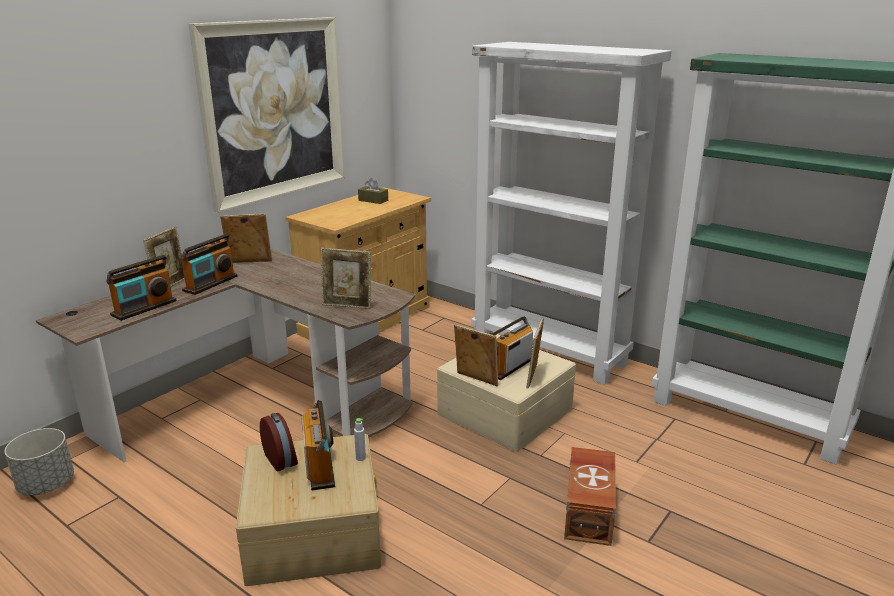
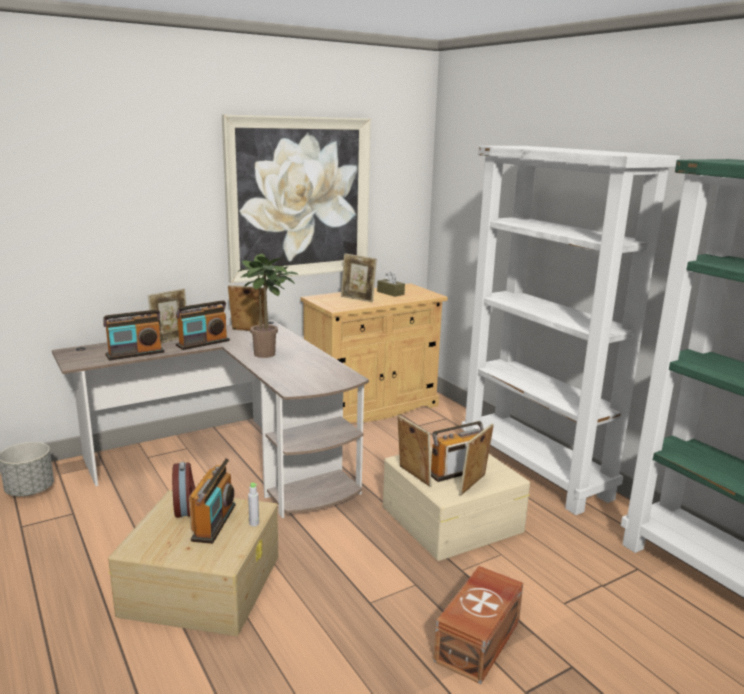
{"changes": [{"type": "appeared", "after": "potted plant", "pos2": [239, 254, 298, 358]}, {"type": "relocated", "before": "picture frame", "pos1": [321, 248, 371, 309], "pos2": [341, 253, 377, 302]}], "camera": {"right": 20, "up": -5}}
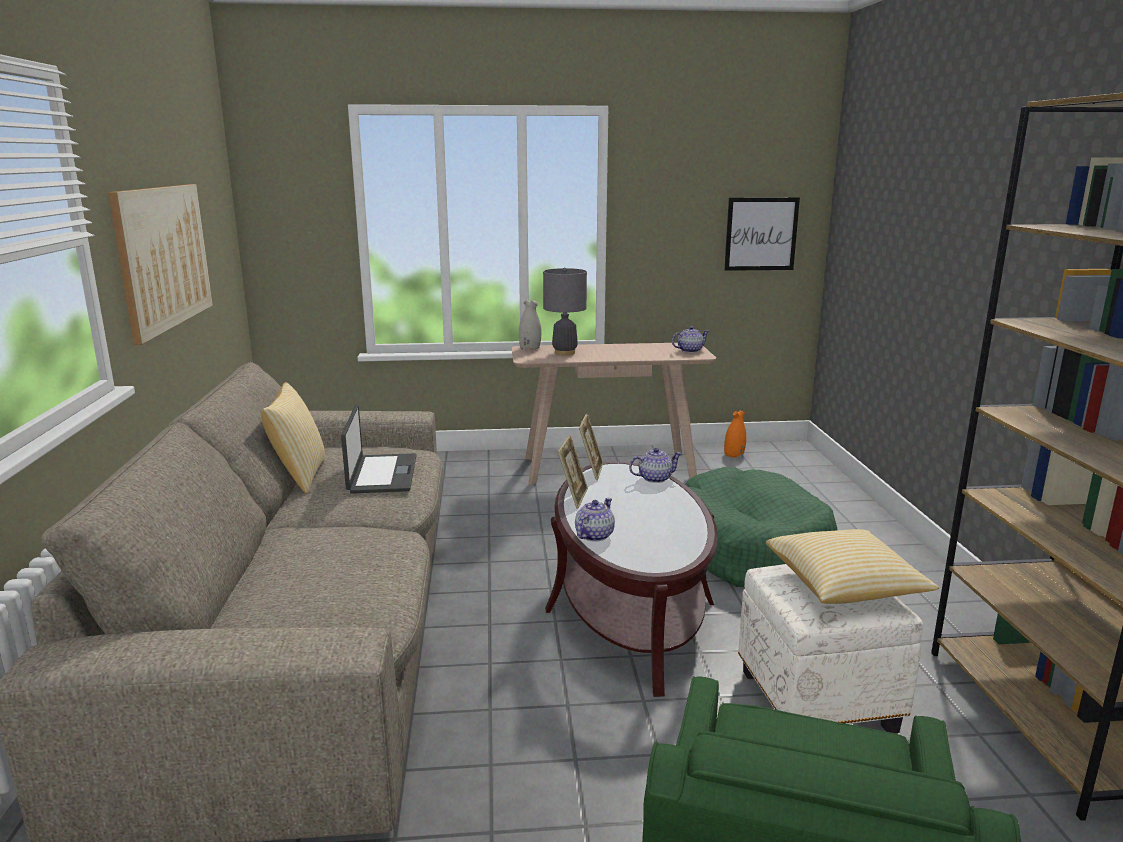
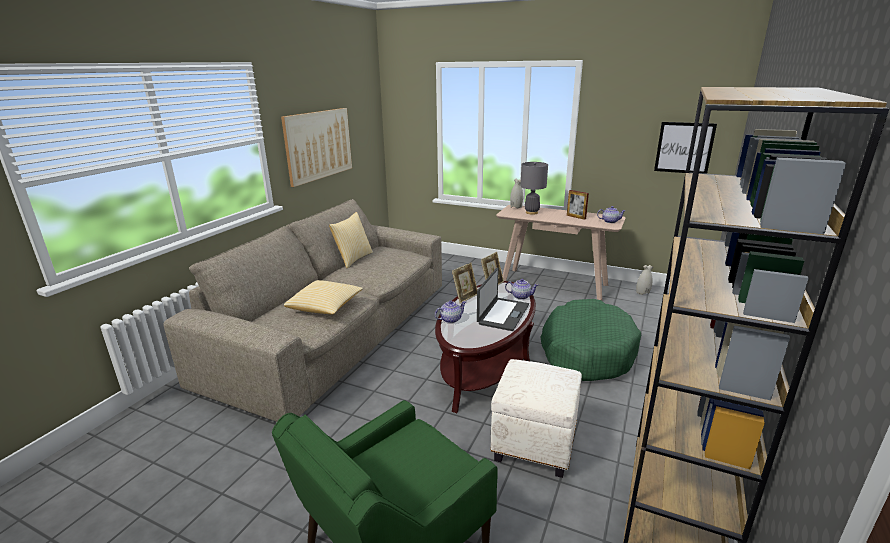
{"changes": [{"type": "relocated", "before": "pillow", "pos1": [766, 529, 939, 604], "pos2": [284, 280, 363, 314]}, {"type": "relocated", "before": "laptop", "pos1": [341, 405, 417, 494], "pos2": [477, 268, 529, 331]}, {"type": "appeared", "after": "picture frame", "pos2": [567, 190, 589, 220]}, {"type": "colour", "before": "vase (orange)", "after": "vase (white)", "pos1": [724, 411, 746, 458], "pos2": [636, 265, 653, 295]}], "camera": {"right": 30, "up": 5}}
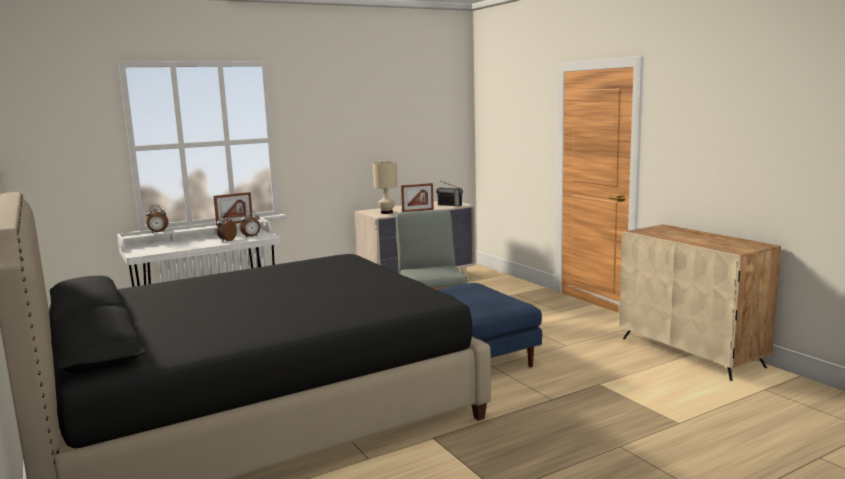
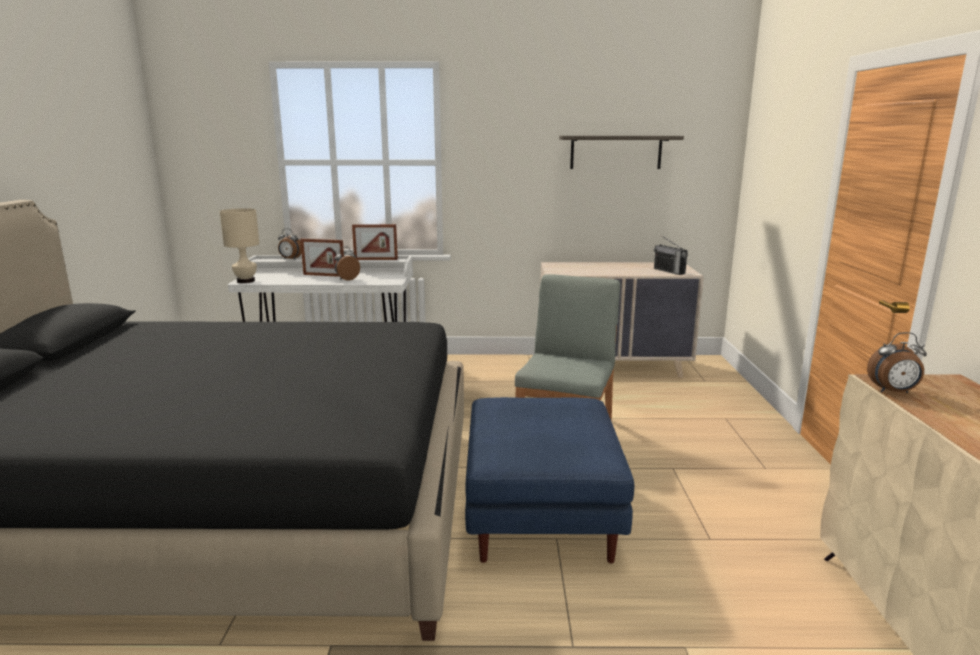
{"changes": [{"type": "relocated", "before": "table lamp (beige)", "pos1": [373, 162, 398, 214], "pos2": [220, 208, 259, 283]}, {"type": "relocated", "before": "picture frame", "pos1": [401, 183, 434, 212], "pos2": [300, 238, 344, 277]}, {"type": "appeared", "after": "shelf", "pos2": [559, 136, 684, 169]}, {"type": "relocated", "before": "alarm clock", "pos1": [240, 210, 260, 238], "pos2": [867, 332, 927, 393]}], "camera": {"right": 30, "up": 5}}
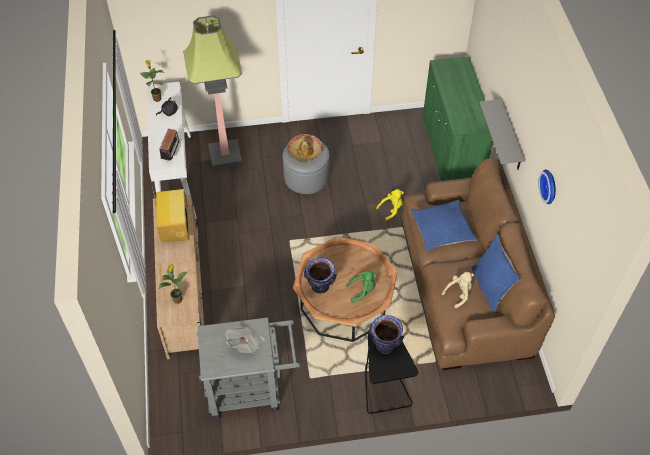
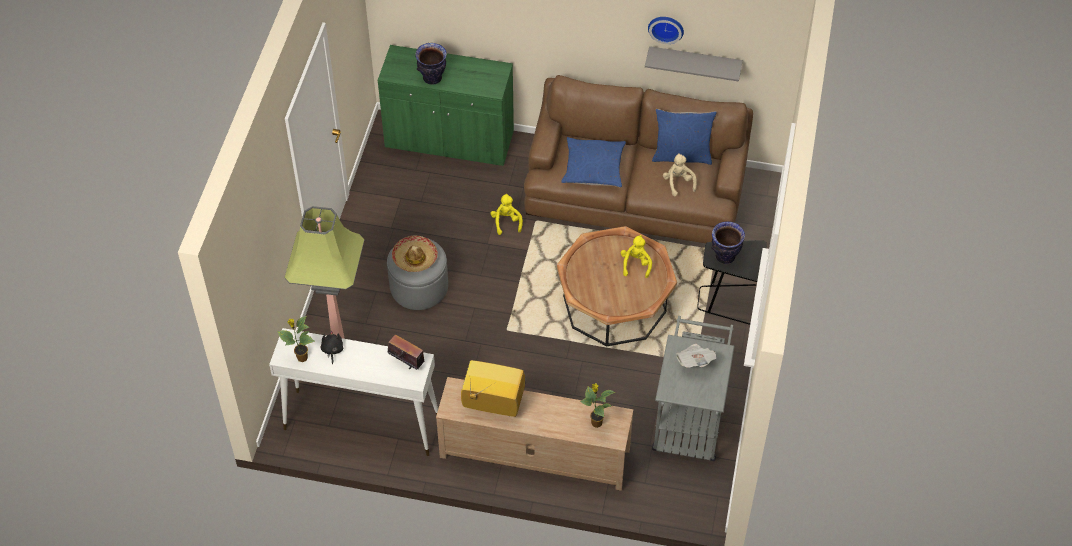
{"changes": [{"type": "relocated", "before": "vase", "pos1": [304, 257, 337, 294], "pos2": [415, 43, 447, 85]}, {"type": "colour", "before": "plush toy (green)", "after": "plush toy (yellow)", "pos1": [346, 271, 377, 303], "pos2": [621, 235, 652, 278]}, {"type": "relocated", "before": "shelf (grey)", "pos1": [480, 99, 526, 170], "pos2": [645, 46, 743, 82]}], "camera": {"right": -70, "up": 0}}
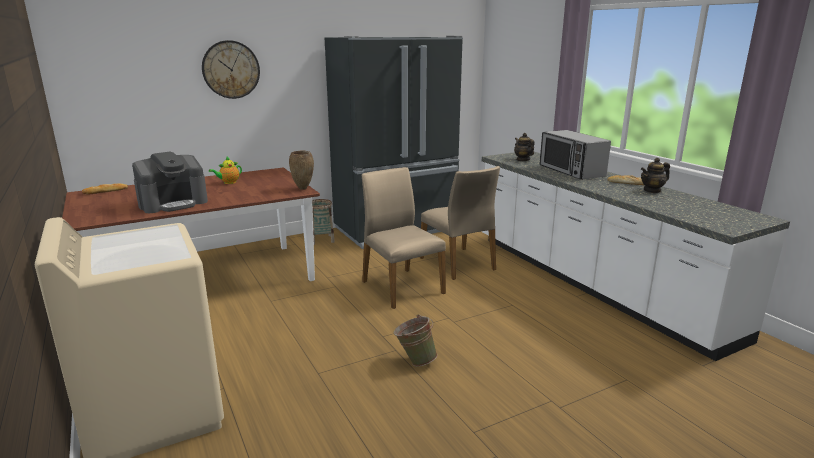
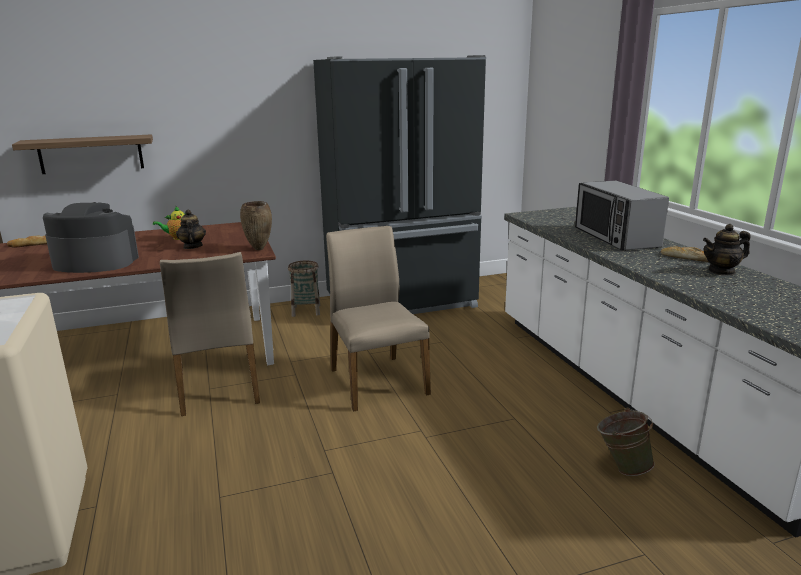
{"changes": [{"type": "appeared", "after": "shelf", "pos2": [12, 134, 153, 174]}, {"type": "spun", "before": "coffee machine", "pos1": [132, 152, 208, 213], "pos2": [43, 202, 139, 273], "turn": -150}, {"type": "relocated", "before": "chair (beige)", "pos1": [420, 166, 500, 280], "pos2": [160, 252, 260, 416]}, {"type": "relocated", "before": "teapot", "pos1": [514, 133, 535, 161], "pos2": [176, 210, 206, 249]}, {"type": "relocated", "before": "bucket (green)", "pos1": [394, 314, 437, 367], "pos2": [597, 407, 655, 476]}, {"type": "missing", "before": "wall clock", "pos1": [202, 40, 260, 99]}], "camera": {"right": 10, "up": 0}}
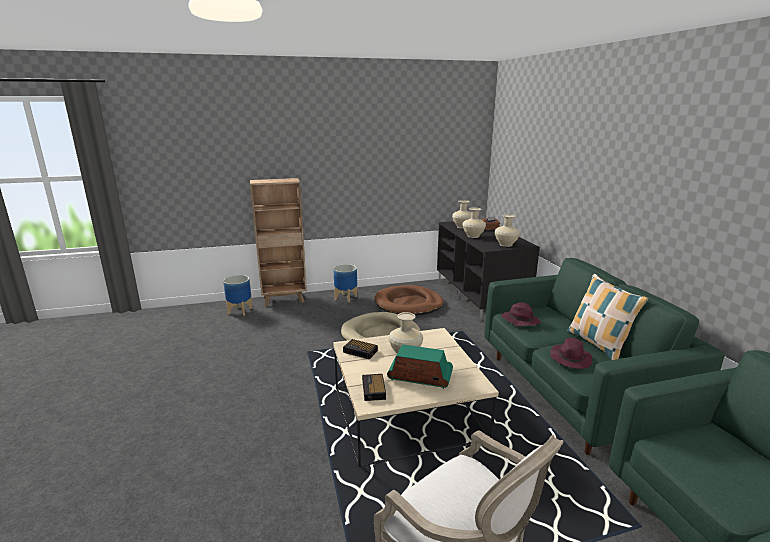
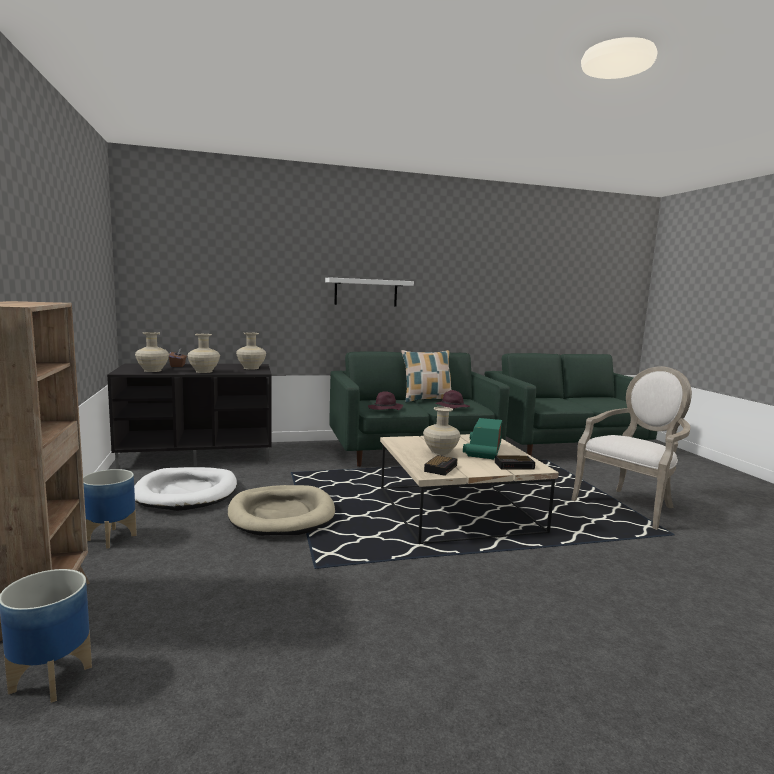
{"changes": [{"type": "colour", "before": "dog bed (brown)", "after": "dog bed (white)", "pos1": [375, 285, 444, 316], "pos2": [134, 467, 237, 511]}, {"type": "appeared", "after": "shelf (white)", "pos2": [325, 277, 414, 307]}], "camera": {"right": -90, "up": -10}}
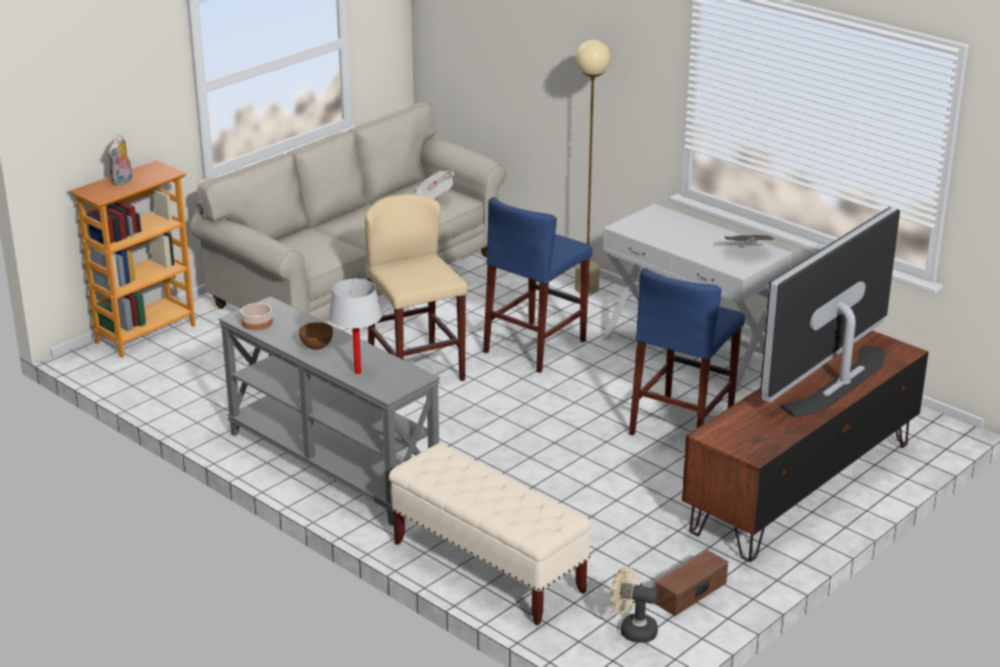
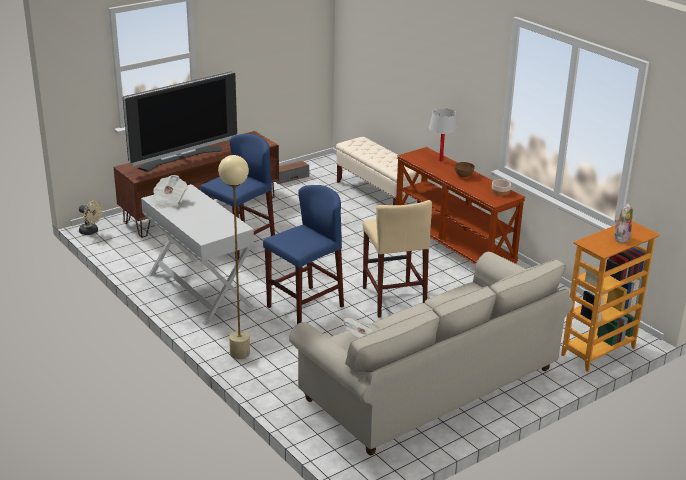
{"changes": [{"type": "relocated", "before": "fan (beige)", "pos1": [610, 566, 658, 643], "pos2": [79, 201, 103, 235]}, {"type": "colour", "before": "console table (grey)", "after": "console table (brown)", "pos1": [218, 296, 440, 526], "pos2": [396, 147, 526, 265]}], "camera": {"right": -170, "up": 0}}
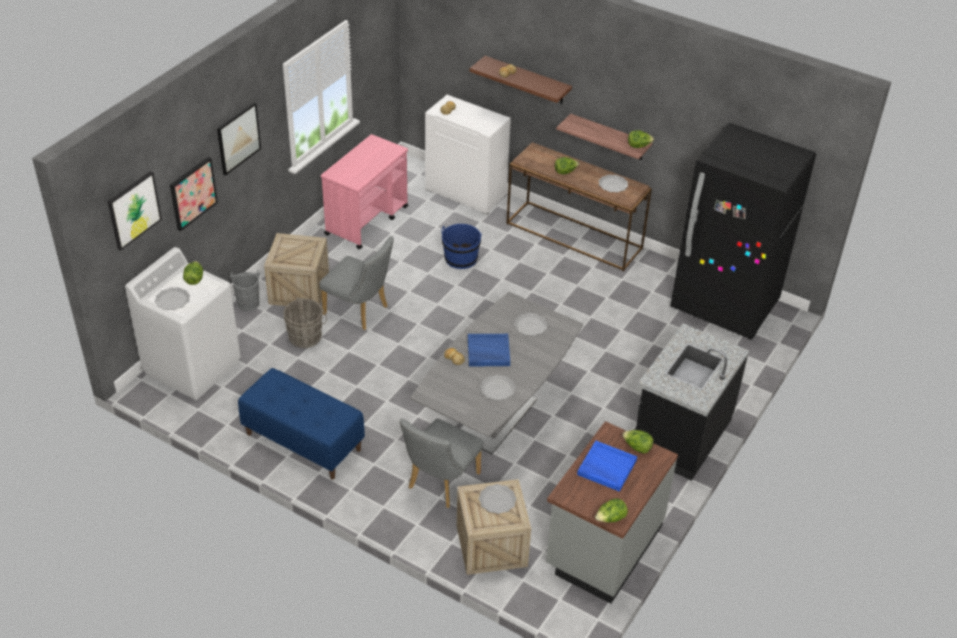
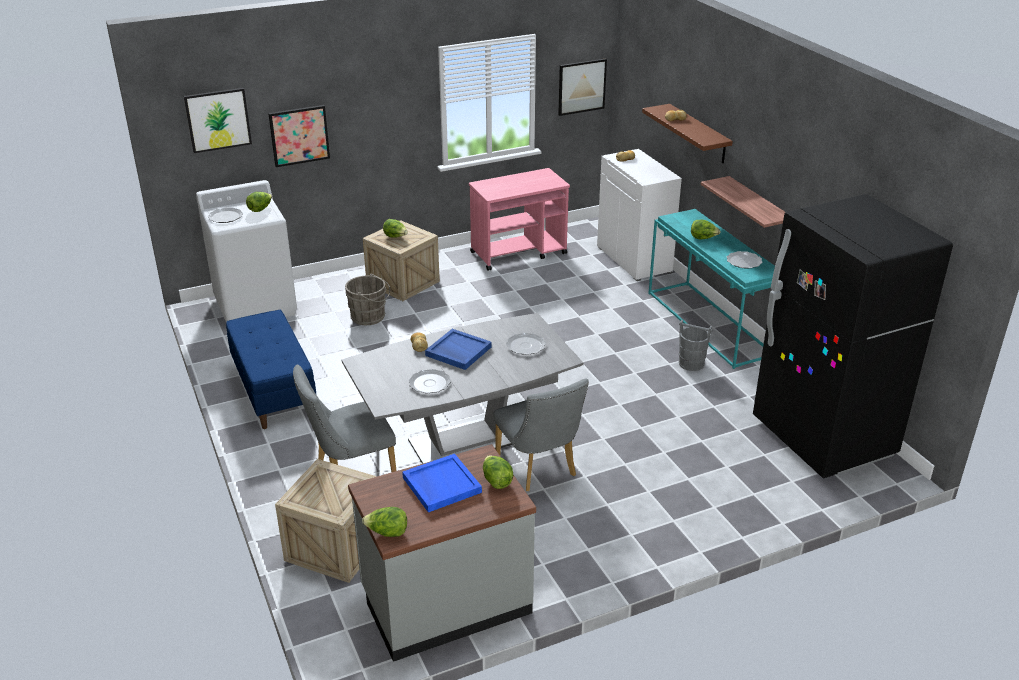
{"changes": [{"type": "relocated", "before": "lettuce", "pos1": [628, 130, 654, 148], "pos2": [383, 219, 408, 238]}, {"type": "relocated", "before": "chair (grey)", "pos1": [319, 236, 394, 330], "pos2": [493, 379, 589, 491]}, {"type": "relocated", "before": "picture", "pos1": [217, 102, 261, 176], "pos2": [558, 58, 607, 116]}, {"type": "colour", "before": "console table (brown)", "after": "console table (turquoise)", "pos1": [506, 142, 652, 271], "pos2": [648, 209, 775, 369]}, {"type": "relocated", "before": "bucket (grey)", "pos1": [230, 270, 260, 311], "pos2": [679, 320, 712, 371]}, {"type": "missing", "before": "bucket (blue)", "pos1": [441, 224, 482, 269]}, {"type": "missing", "before": "plate", "pos1": [479, 484, 517, 514]}, {"type": "missing", "before": "counter (black)", "pos1": [636, 323, 749, 481]}], "camera": {"right": 35, "up": -10}}
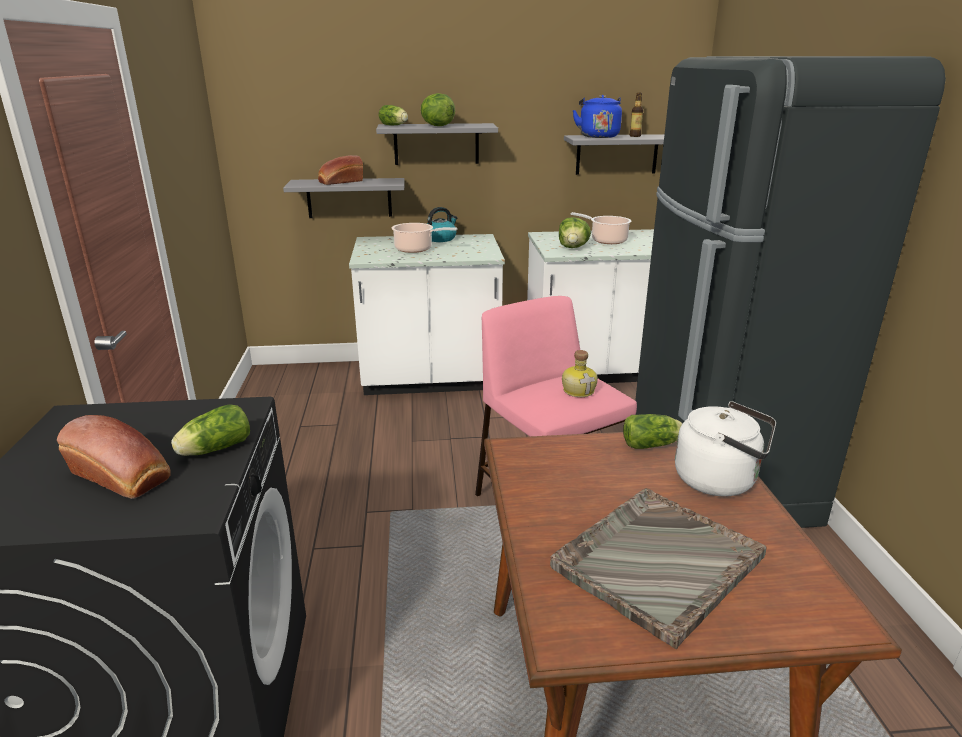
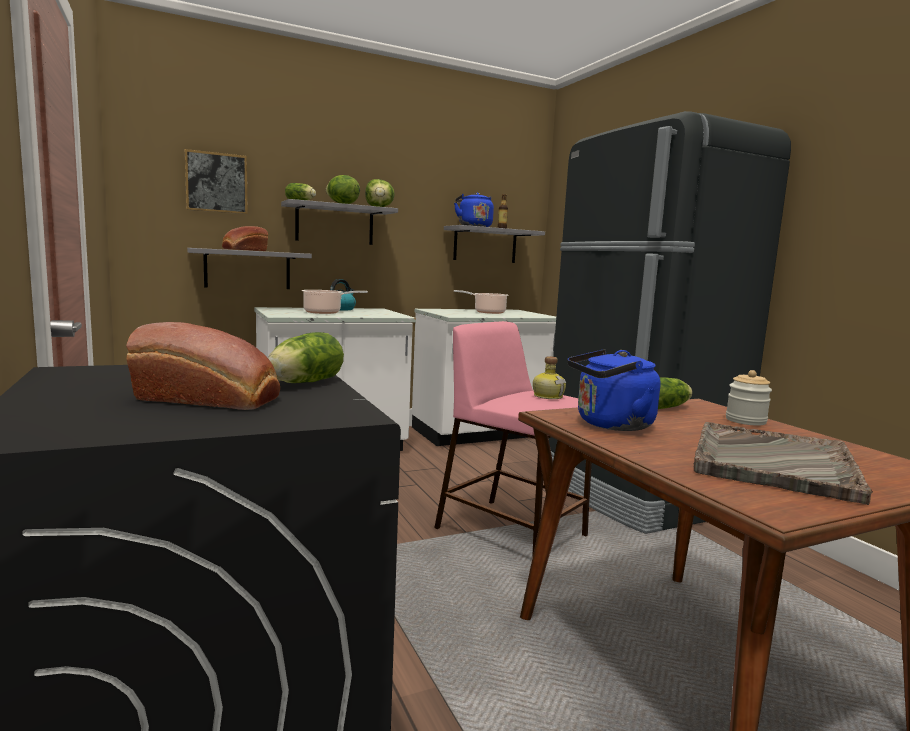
{"changes": [{"type": "appeared", "after": "picture", "pos2": [185, 149, 248, 214]}, {"type": "relocated", "before": "lettuce", "pos1": [559, 217, 591, 248], "pos2": [365, 179, 395, 207]}, {"type": "appeared", "after": "kettle (blue)", "pos2": [567, 350, 660, 431]}, {"type": "exchanged", "before": "kettle (white)", "after": "jar", "pos1": [675, 401, 776, 496], "pos2": [726, 370, 772, 426]}], "camera": {"right": -20, "up": -15}}
